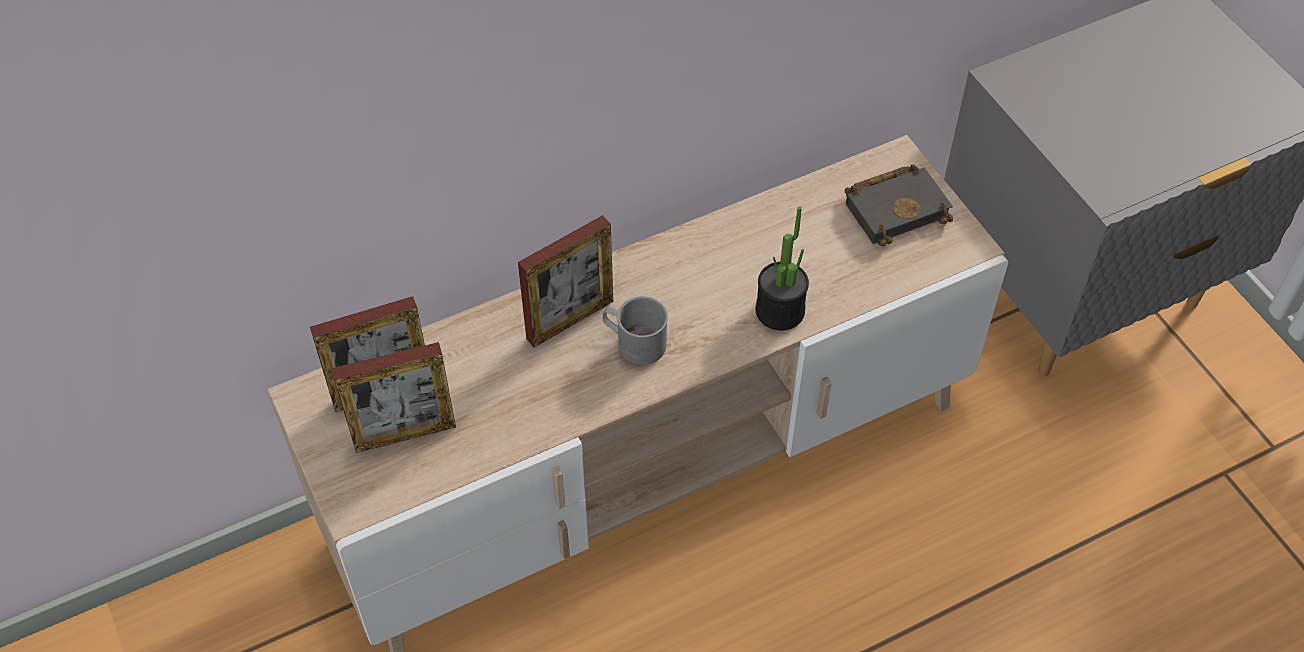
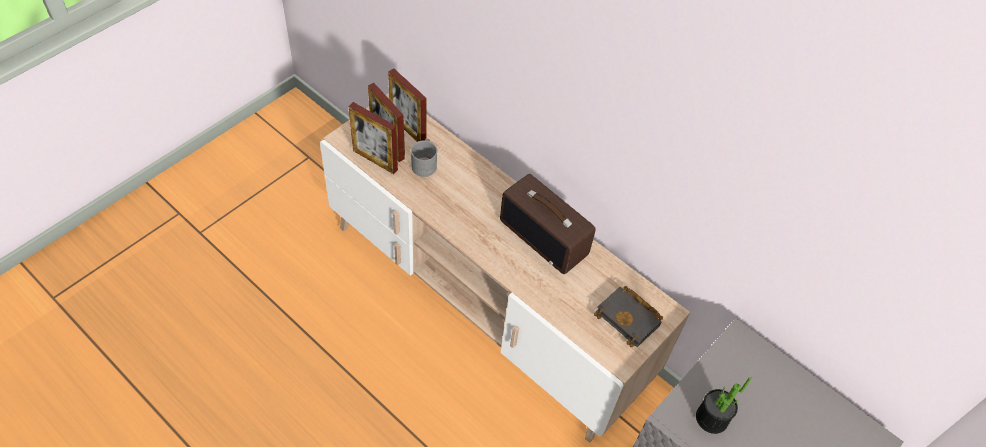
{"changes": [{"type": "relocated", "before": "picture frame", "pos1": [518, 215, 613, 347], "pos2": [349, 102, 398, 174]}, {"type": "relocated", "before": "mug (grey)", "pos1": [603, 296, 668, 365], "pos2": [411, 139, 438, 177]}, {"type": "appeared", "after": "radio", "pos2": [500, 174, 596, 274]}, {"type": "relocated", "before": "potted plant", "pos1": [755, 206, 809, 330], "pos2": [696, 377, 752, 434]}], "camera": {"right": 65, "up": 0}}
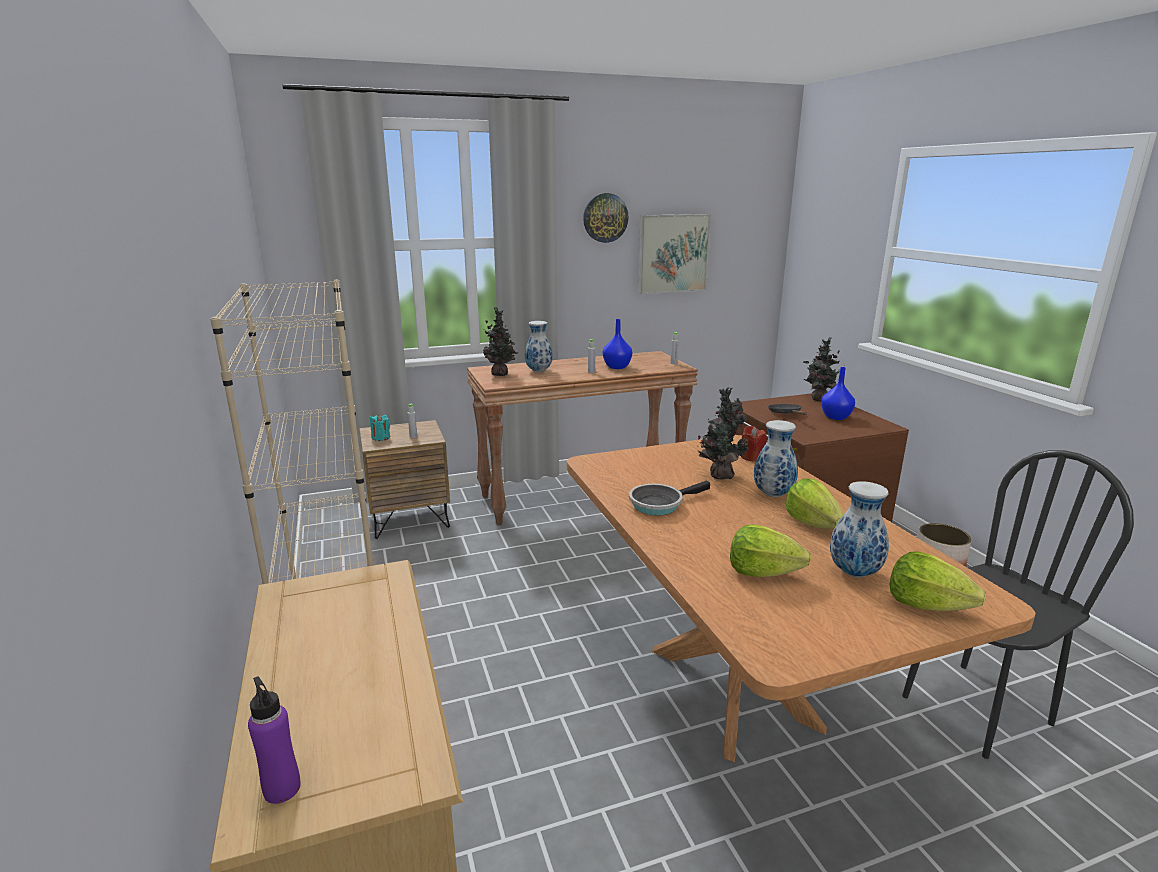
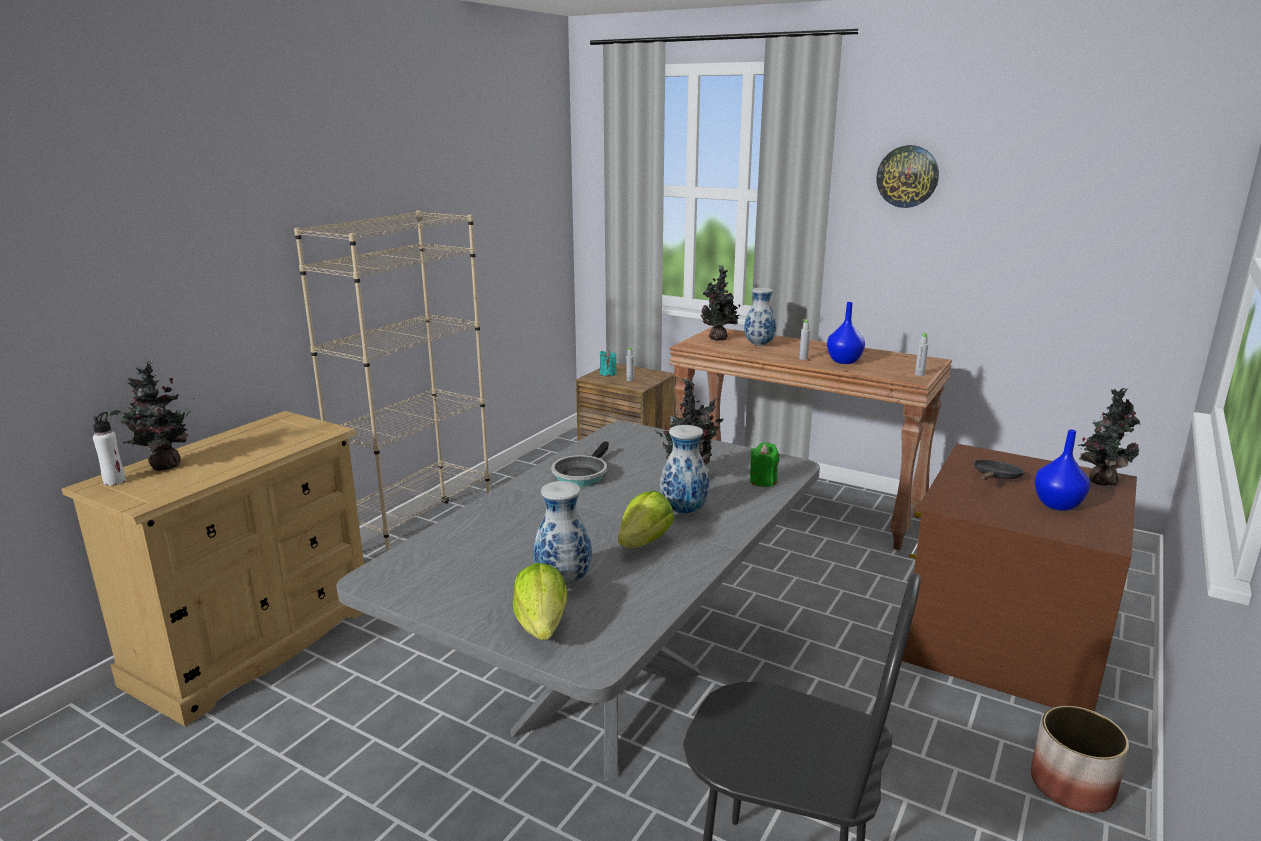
{"changes": [{"type": "colour", "before": "bottle (purple)", "after": "bottle (white)", "pos1": [248, 676, 301, 804], "pos2": [93, 412, 126, 486]}, {"type": "appeared", "after": "potted plant", "pos2": [108, 360, 192, 471]}, {"type": "colour", "before": "dining table (brown)", "after": "dining table (grey)", "pos1": [567, 435, 1036, 762], "pos2": [336, 421, 820, 781]}, {"type": "spun", "before": "frying pan", "pos1": [629, 480, 710, 516], "pos2": [552, 441, 609, 487], "turn": -90}, {"type": "colour", "before": "candle (red)", "after": "candle (green)", "pos1": [741, 426, 767, 462], "pos2": [750, 442, 779, 487]}, {"type": "missing", "before": "picture", "pos1": [638, 214, 711, 294]}, {"type": "missing", "before": "lettuce", "pos1": [730, 524, 811, 577]}], "camera": {"right": 50, "up": 0}}
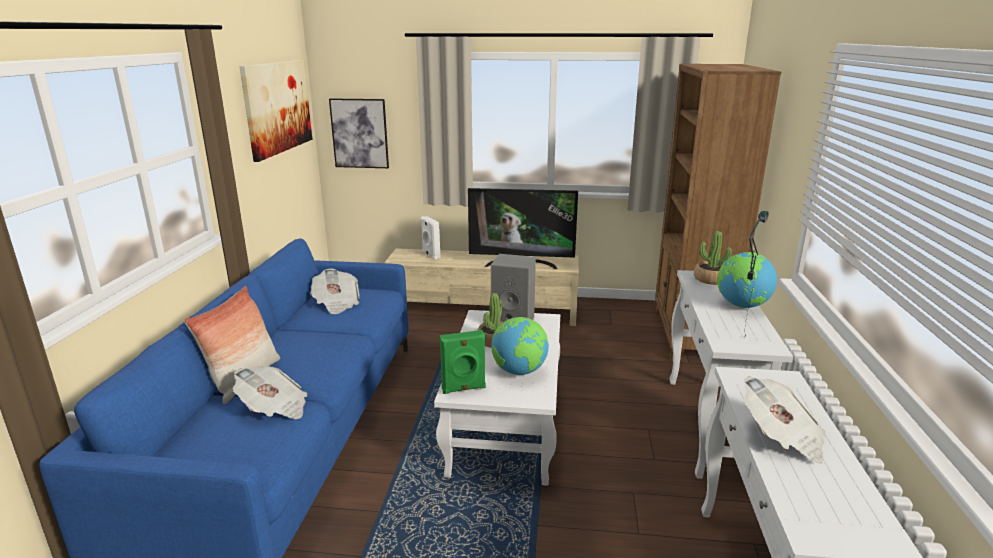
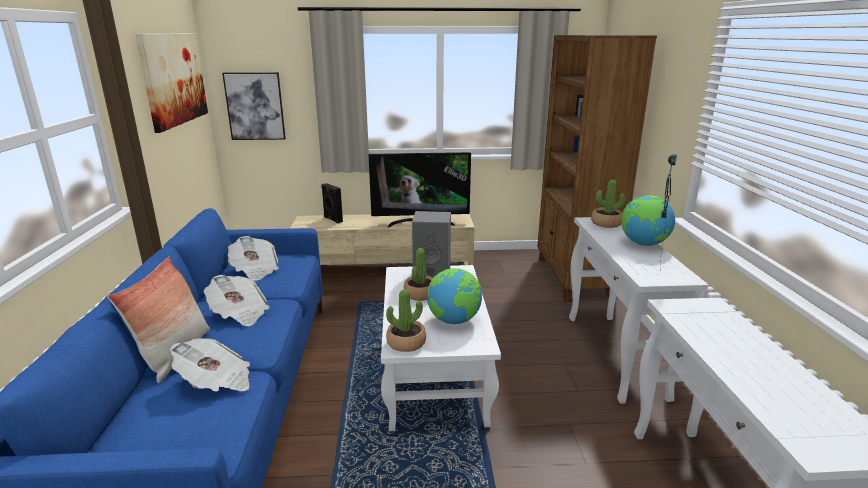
{"changes": [{"type": "relocated", "before": "newspaper", "pos1": [744, 376, 825, 464], "pos2": [204, 275, 269, 326]}, {"type": "colour", "before": "speaker (white)", "after": "speaker (black)", "pos1": [421, 216, 440, 259], "pos2": [321, 183, 343, 223]}, {"type": "exchanged", "before": "speaker (green)", "after": "potted plant", "pos1": [440, 330, 486, 394], "pos2": [386, 289, 426, 352]}], "camera": {"right": -10, "up": 0}}
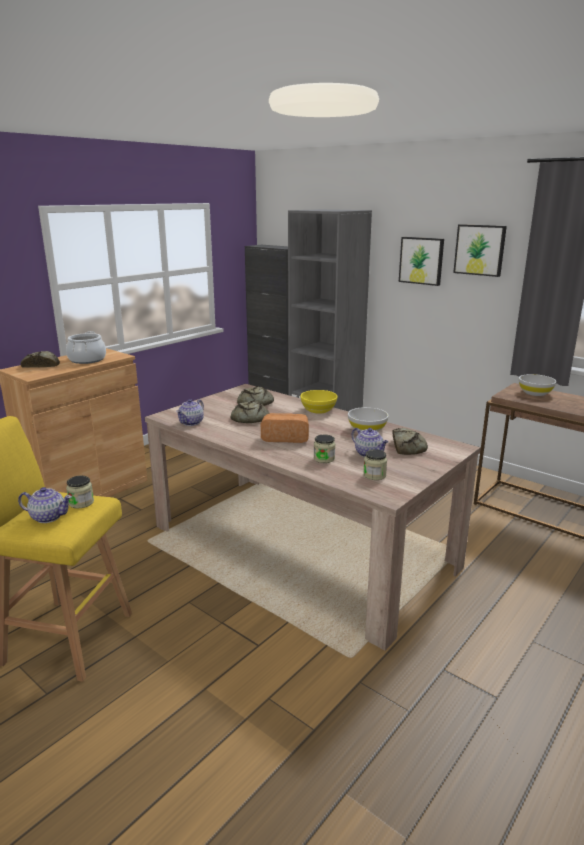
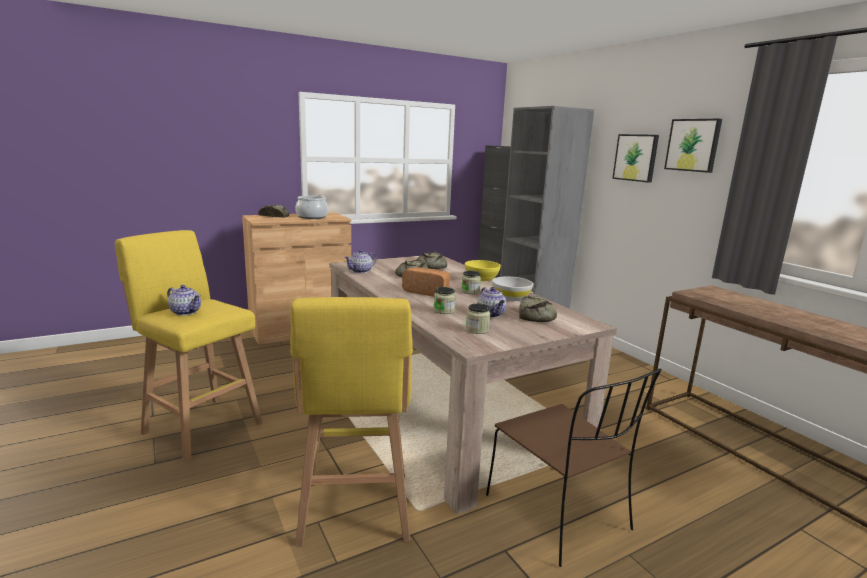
{"changes": [{"type": "appeared", "after": "stool (yellow)", "pos2": [290, 297, 413, 547]}, {"type": "relocated", "before": "jar", "pos1": [66, 476, 94, 508], "pos2": [461, 271, 481, 294]}, {"type": "appeared", "after": "chair (brown)", "pos2": [486, 368, 662, 567]}, {"type": "missing", "before": "bowl (white)", "pos1": [519, 374, 556, 396]}], "camera": {"right": 20, "up": -5}}
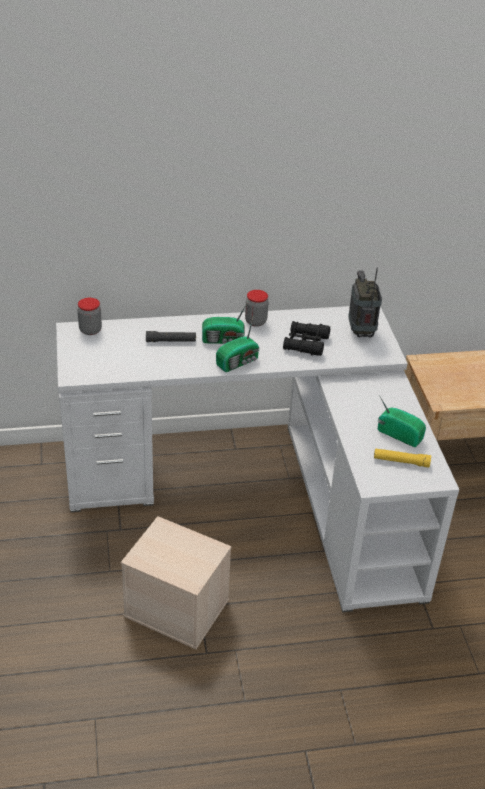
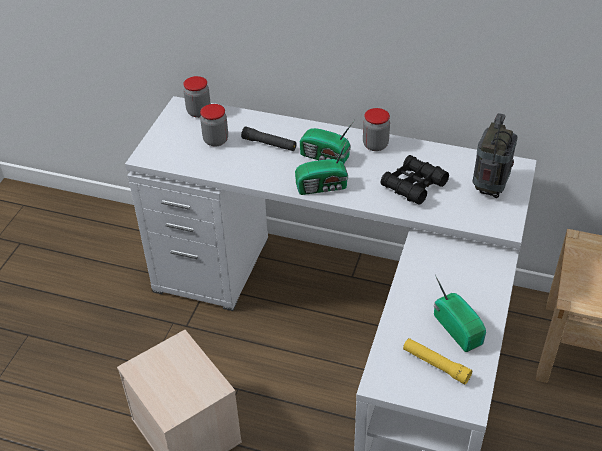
{"changes": [{"type": "appeared", "after": "jar", "pos2": [200, 104, 228, 147]}], "camera": {"right": 30, "up": 5}}
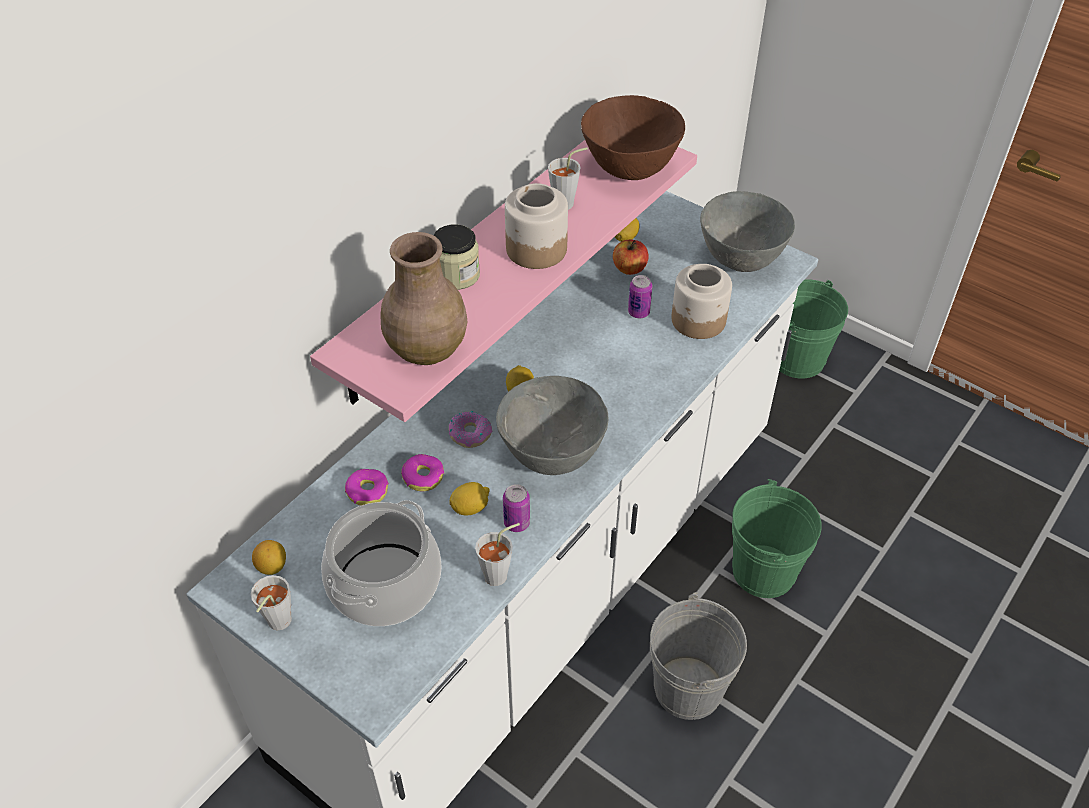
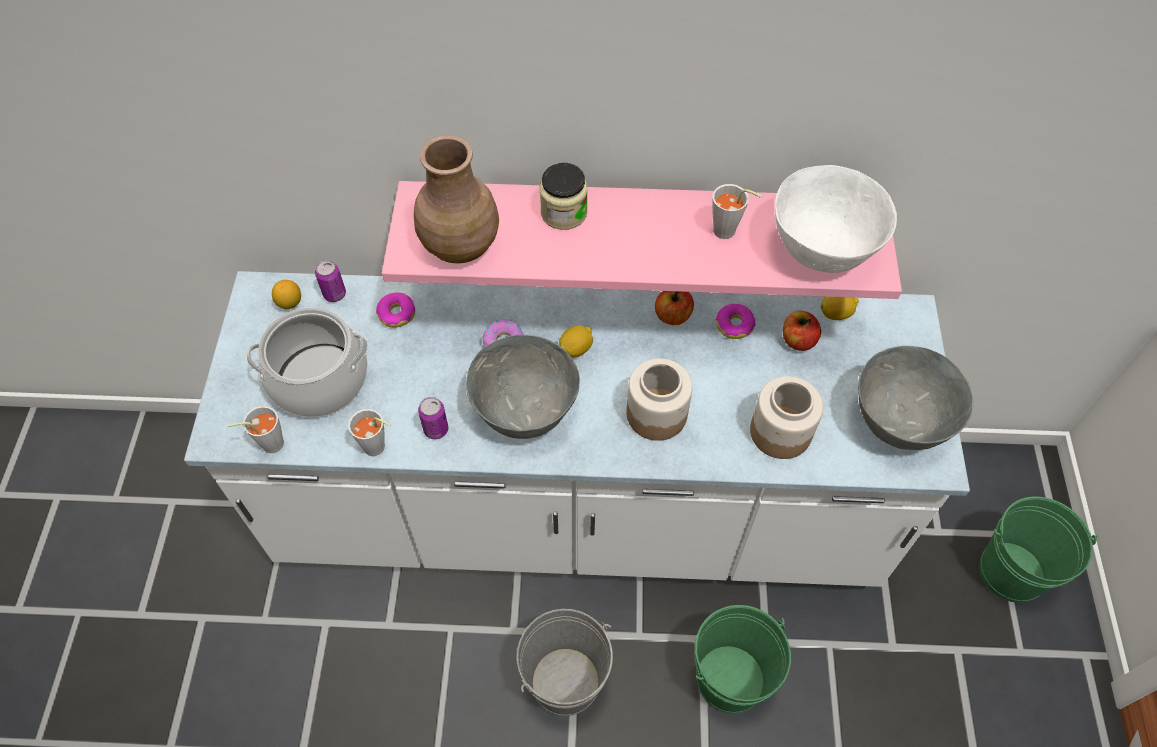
{"changes": [{"type": "relocated", "before": "cup (grey)", "pos1": [251, 575, 292, 630], "pos2": [228, 406, 284, 453]}, {"type": "relocated", "before": "can", "pos1": [628, 275, 652, 318], "pos2": [315, 260, 346, 302]}, {"type": "relocated", "before": "jar", "pos1": [505, 183, 568, 269], "pos2": [626, 358, 693, 441]}, {"type": "appeared", "after": "apple", "pos2": [655, 291, 694, 325]}, {"type": "relocated", "before": "donut", "pos1": [401, 454, 444, 491], "pos2": [715, 304, 755, 339]}, {"type": "colour", "before": "bowl (brown)", "after": "bowl (white)", "pos1": [581, 95, 685, 180], "pos2": [775, 165, 897, 273]}, {"type": "missing", "before": "lemon", "pos1": [449, 482, 489, 516]}], "camera": {"right": 55, "up": 10}}
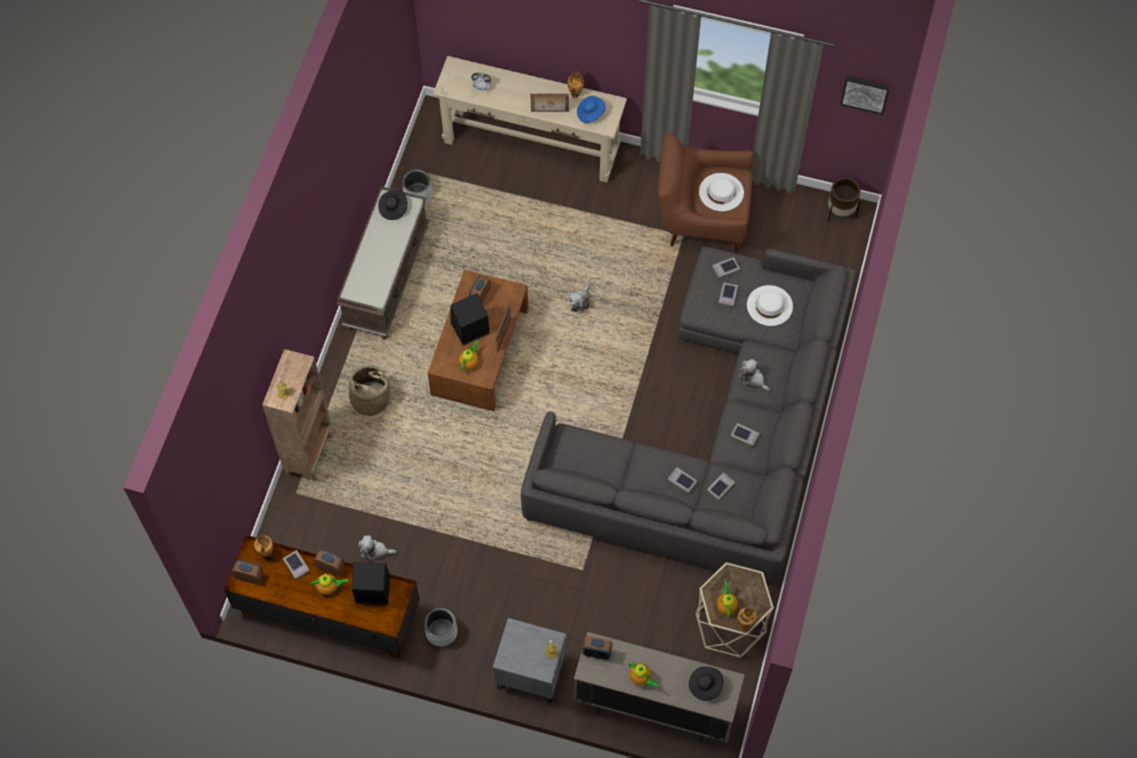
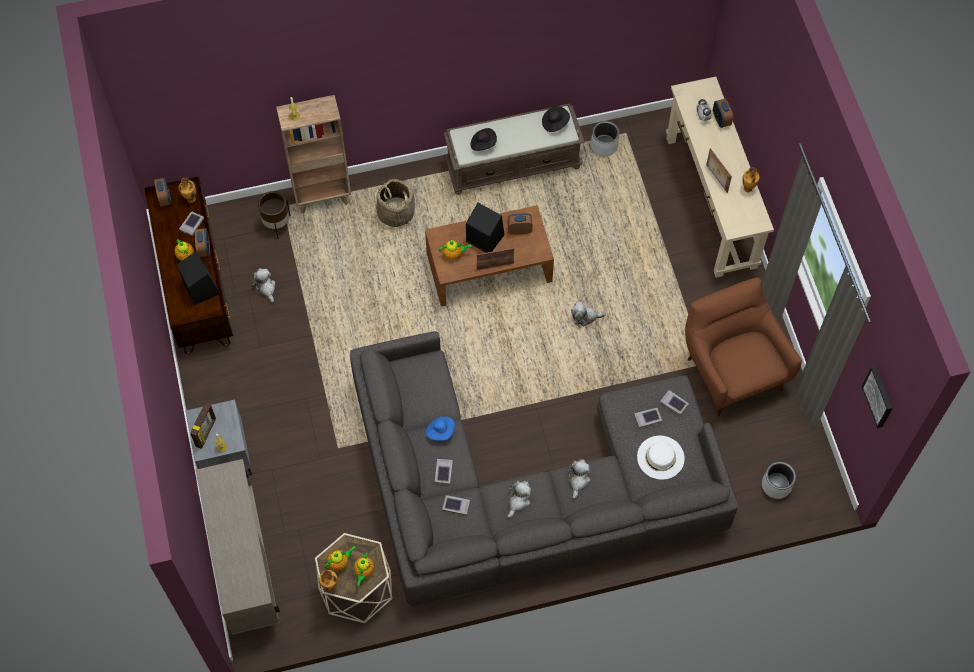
{"changes": [{"type": "appeared", "after": "picture frame", "pos2": [190, 402, 216, 449]}, {"type": "relocated", "before": "planter (brown)", "pos1": [828, 177, 861, 221], "pos2": [258, 191, 290, 239]}, {"type": "relocated", "before": "teapot", "pos1": [629, 662, 659, 688], "pos2": [354, 552, 374, 586]}, {"type": "relocated", "before": "hat (blue)", "pos1": [577, 96, 606, 123], "pos2": [426, 416, 455, 441]}, {"type": "relocated", "before": "hat (black)", "pos1": [689, 666, 723, 701], "pos2": [470, 128, 497, 151]}, {"type": "exchanged", "before": "book", "after": "plush toy", "pos1": [730, 423, 760, 447], "pos2": [507, 481, 531, 518]}, {"type": "relocated", "before": "alarm clock", "pos1": [582, 636, 613, 660], "pos2": [713, 99, 733, 128]}, {"type": "relocated", "before": "planter (grey)", "pos1": [424, 608, 458, 646], "pos2": [762, 462, 796, 499]}, {"type": "missing", "before": "hat (white)", "pos1": [699, 173, 744, 211]}], "camera": {"right": 60, "up": 0}}
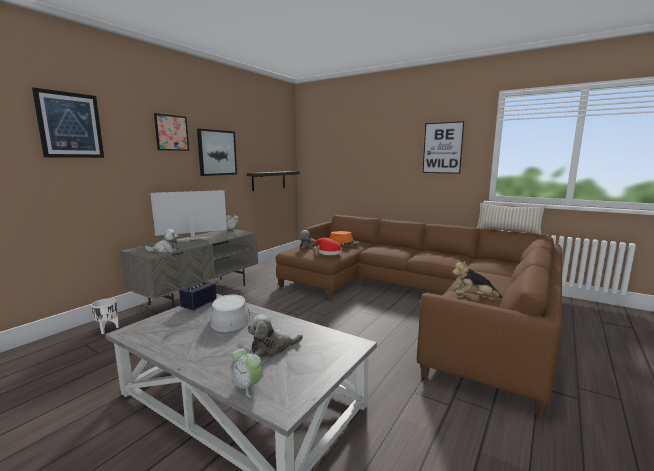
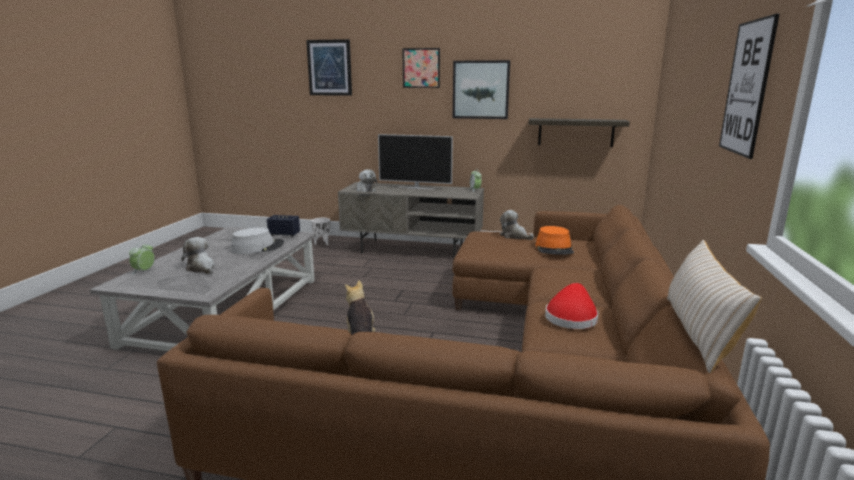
{"changes": [{"type": "spun", "before": "television", "pos1": [150, 190, 227, 240], "pos2": [378, 134, 453, 189], "turn": 150}, {"type": "relocated", "before": "hat (red)", "pos1": [313, 238, 342, 255], "pos2": [545, 283, 598, 329]}], "camera": {"right": 70, "up": 5}}
